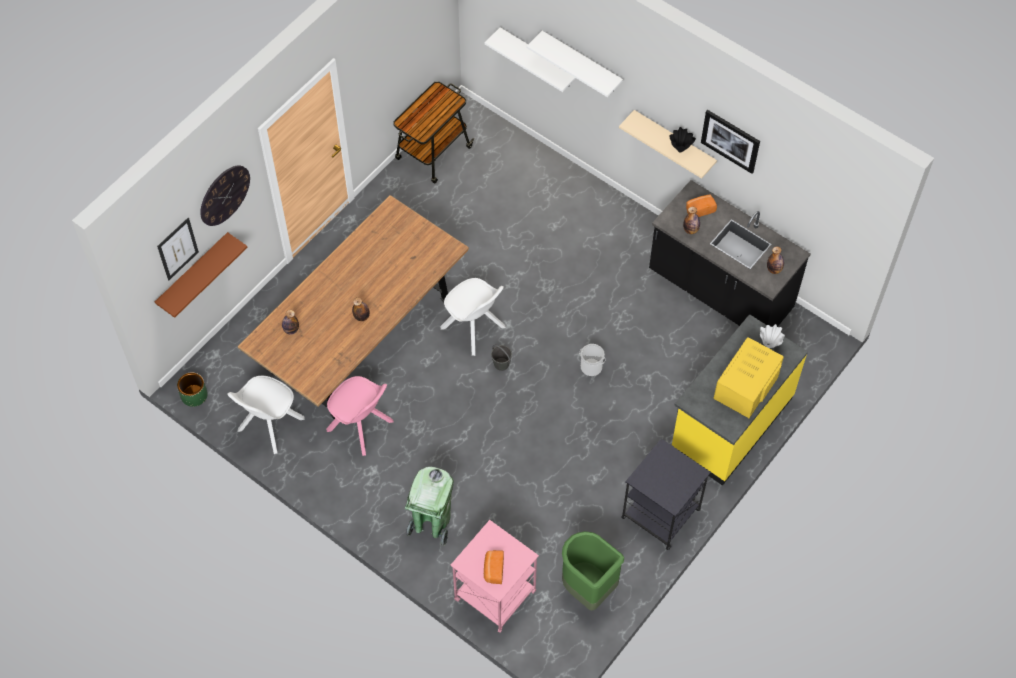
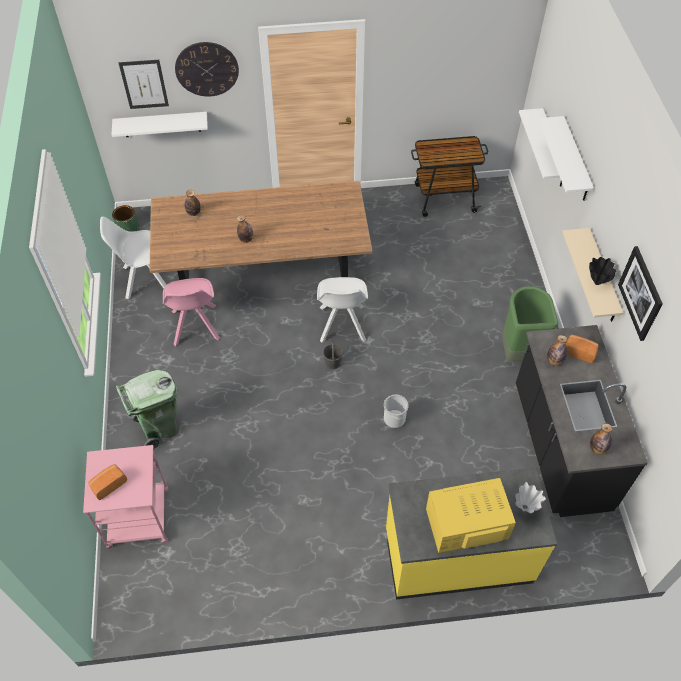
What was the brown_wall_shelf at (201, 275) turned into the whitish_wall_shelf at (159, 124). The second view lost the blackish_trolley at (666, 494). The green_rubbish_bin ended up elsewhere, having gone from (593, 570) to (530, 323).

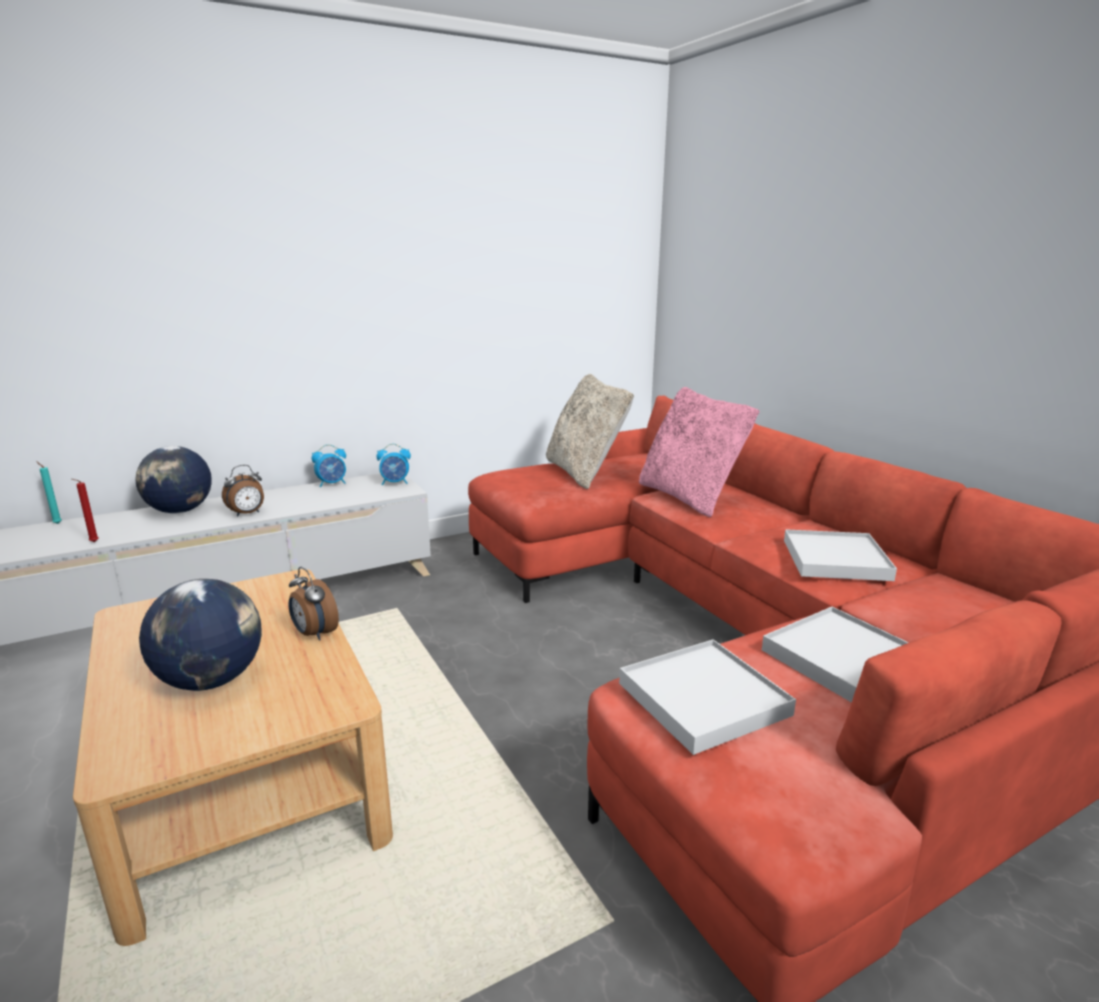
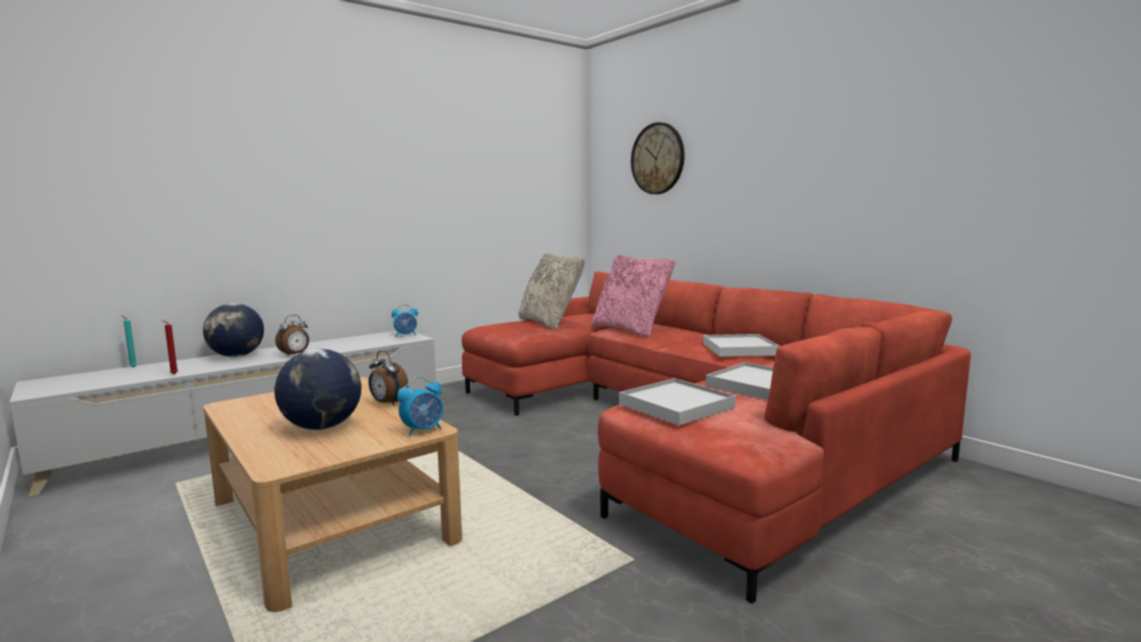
The alarm_clock ended up elsewhere, having gone from (328, 466) to (420, 406). The second view gained the clock_on_the_wall at (658, 158).

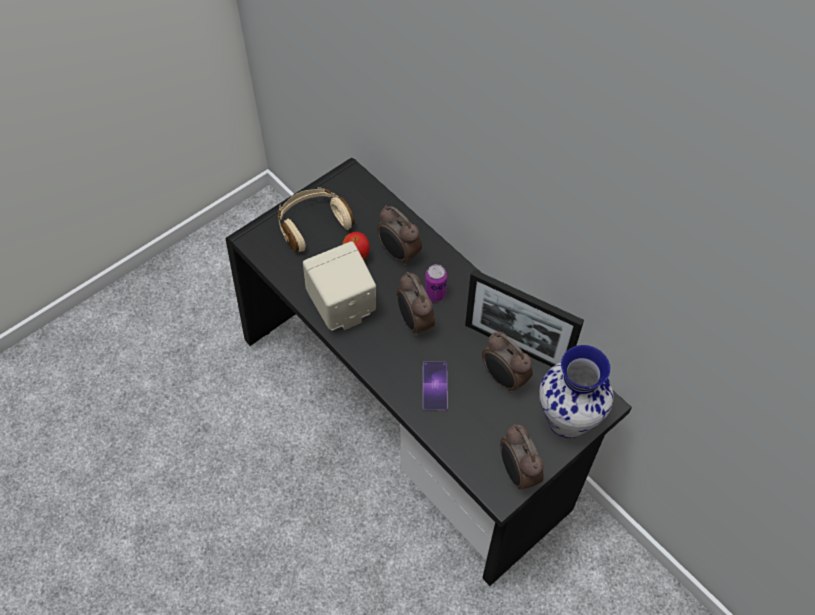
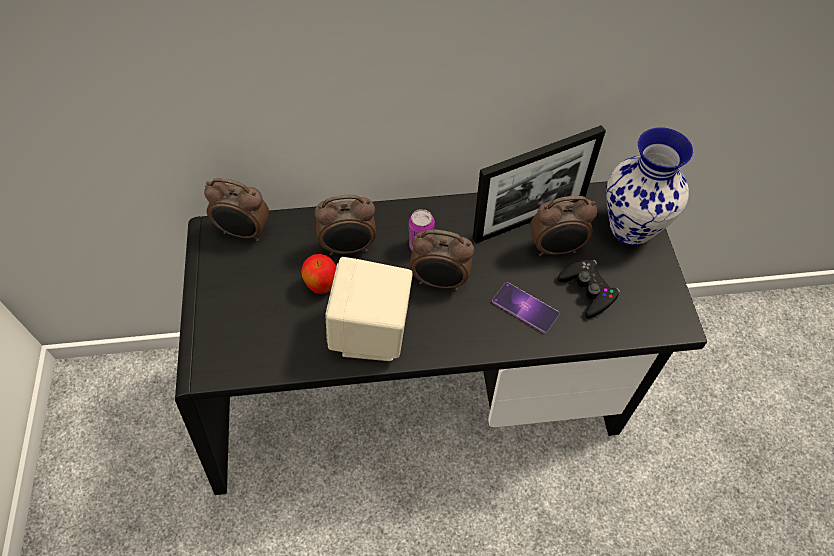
The second view lost the beige_pair_of_headphones at (316, 219). The alarm_clock ended up elsewhere, having gone from (522, 457) to (236, 209). The second view gained the blackish_gamepad at (589, 289).

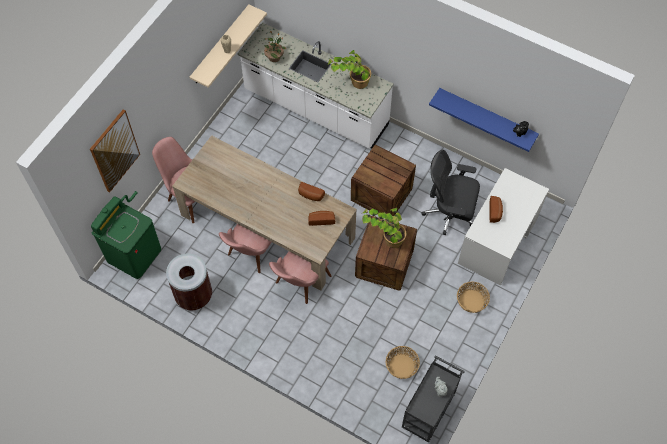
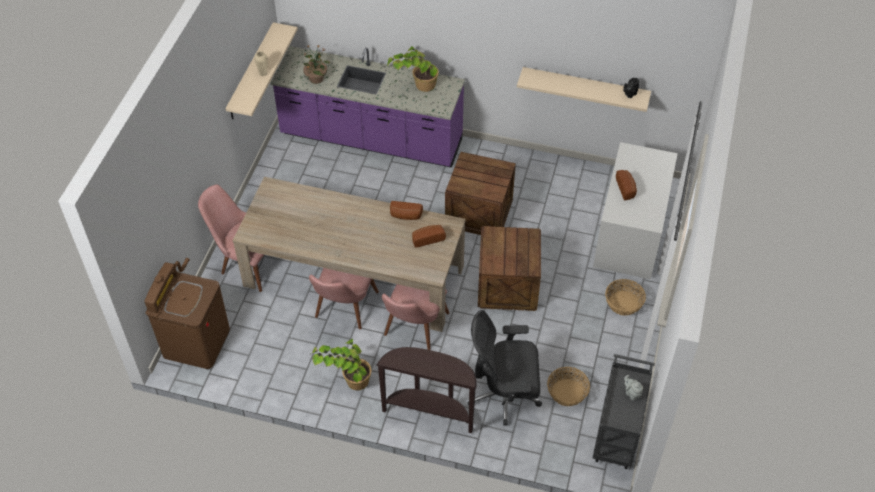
What was the whitish_kitchen_counter at (315, 85) turned into the purplish_kitchen_counter at (367, 107). What was the bluish_wall_shelf at (484, 120) turned into the beige_wall_shelf at (584, 89). The second view lost the picture at (115, 150). The desk_chair ended up elsewhere, having gone from (450, 192) to (505, 368). What was the green_washing_machine at (126, 235) turned into the brown_washing_machine at (187, 313). The houseplant ended up elsewhere, having gone from (384, 228) to (340, 364). The second view lost the brown_rubbish_bin at (189, 282). The second view gained the brown_console_table at (426, 390).

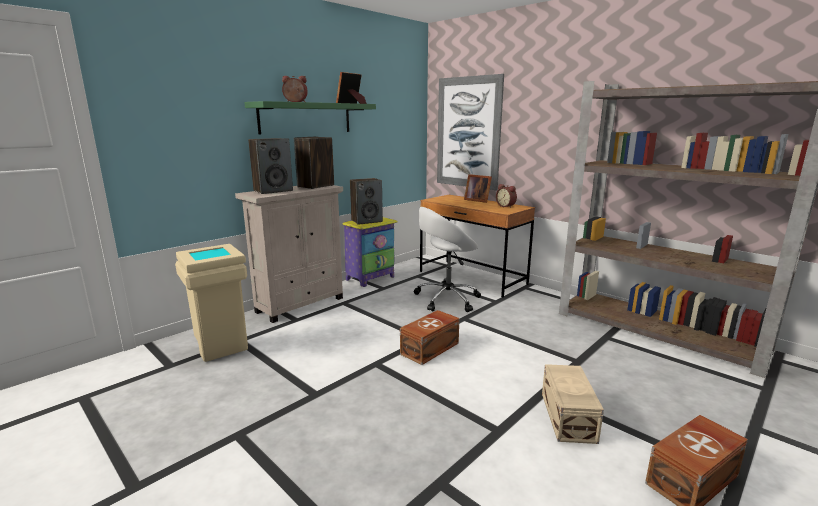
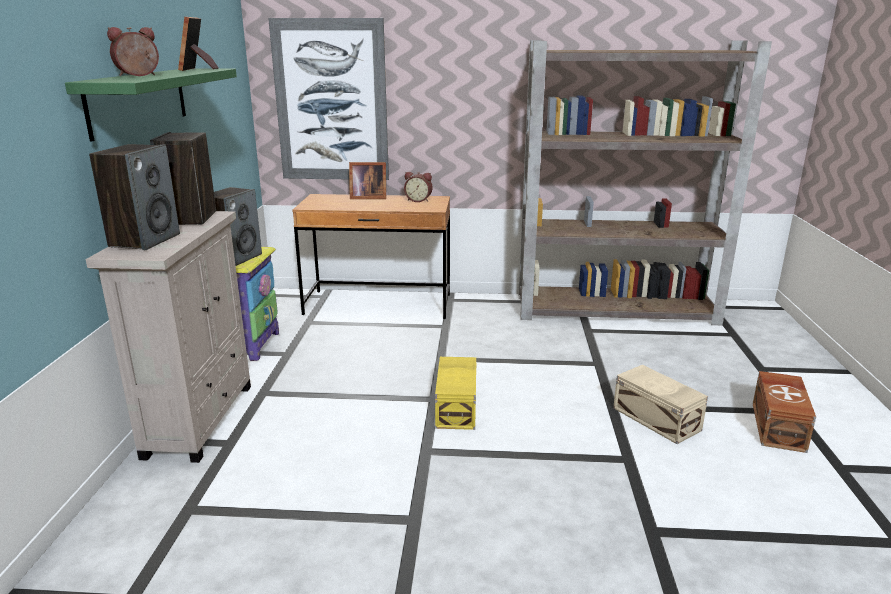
The second view lost the whitish_desk_chair at (447, 259). The second view lost the beige_rubbish_bin at (211, 303). What was the brown_storage_bin at (430, 337) turned into the yellow-coloured_storage_bin at (455, 393).

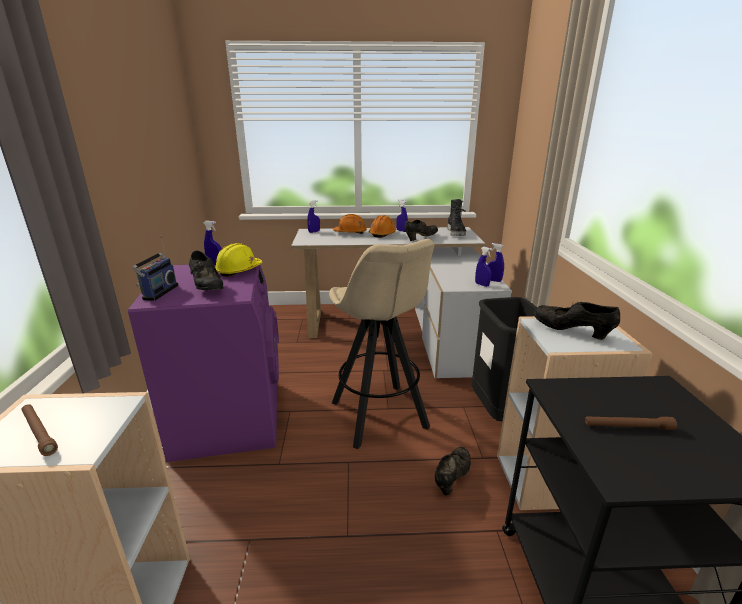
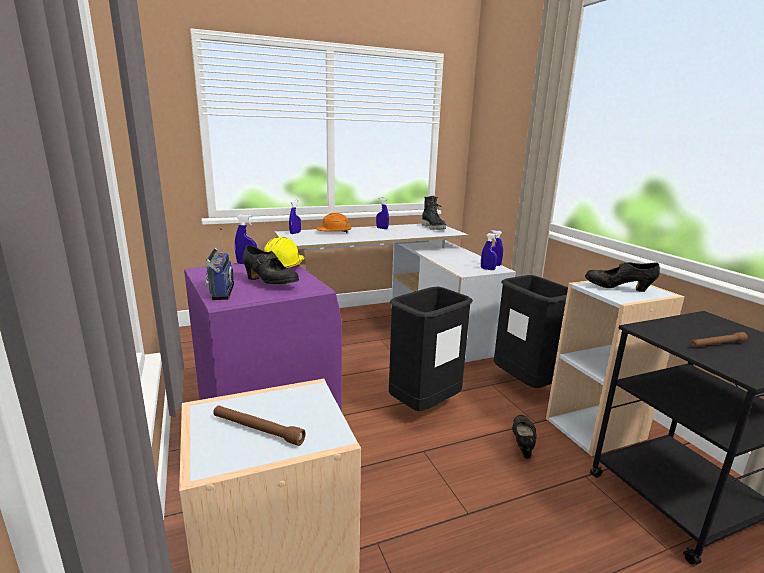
The second view lost the orange_safety_helmet at (382, 226). The second view lost the blackish_item_of_footwear at (421, 230). Where the beige_stool stood at (381, 344), the blackish_rubbish_bin came to stand at (431, 349).

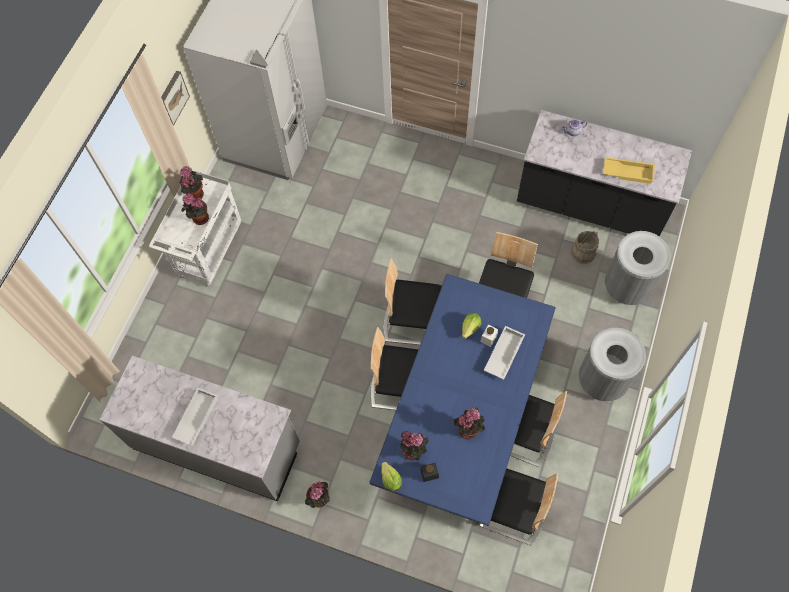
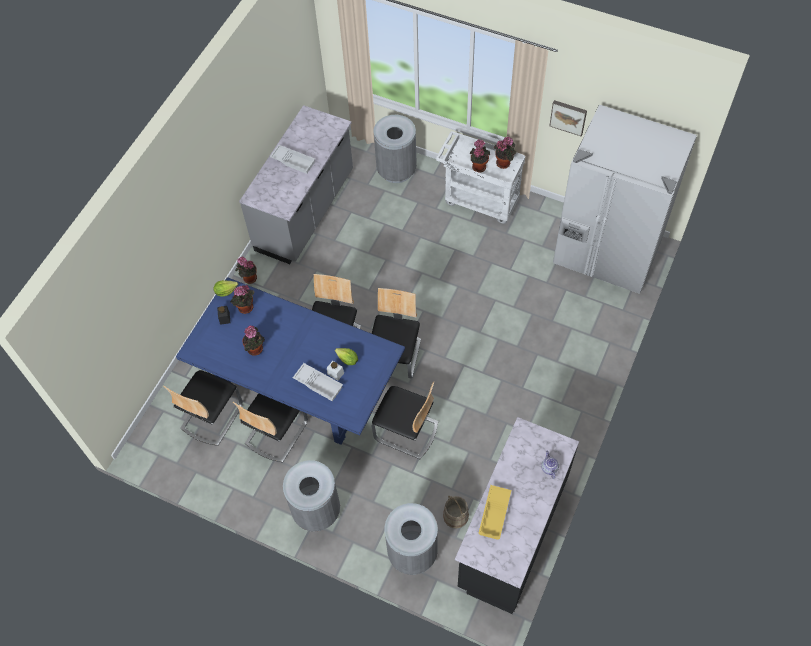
The second view gained the greyish_rubbish_bin at (395, 149).

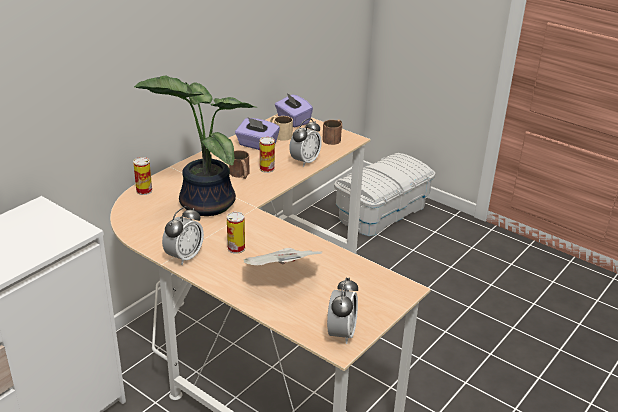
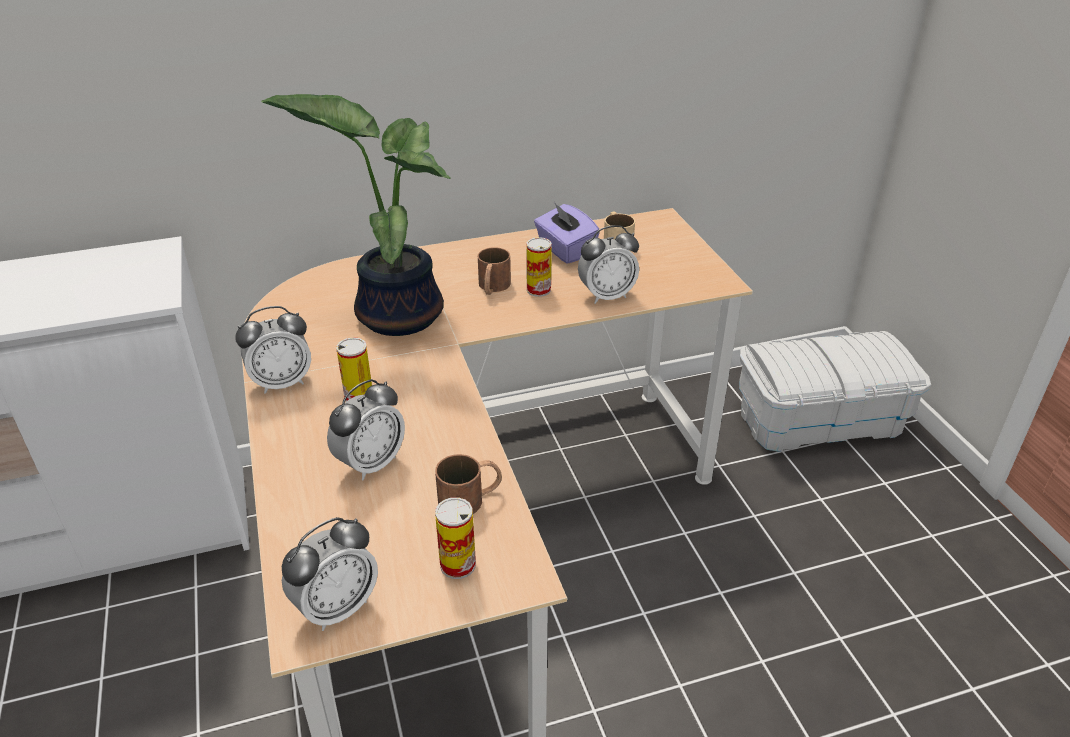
The second view lost the purplish_tissue_box at (294, 110). The brown_tea_mug ended up elsewhere, having gone from (332, 132) to (468, 484). The sealed_can ended up elsewhere, having gone from (142, 176) to (455, 538). Where the daily_paper stood at (283, 256), the alarm_clock came to stand at (366, 429).

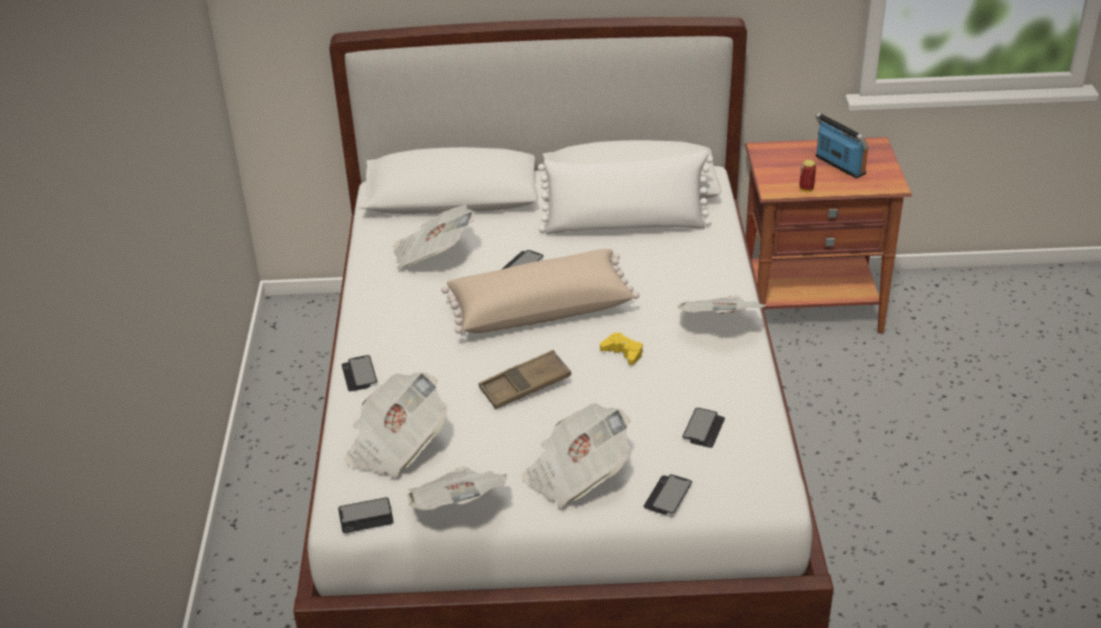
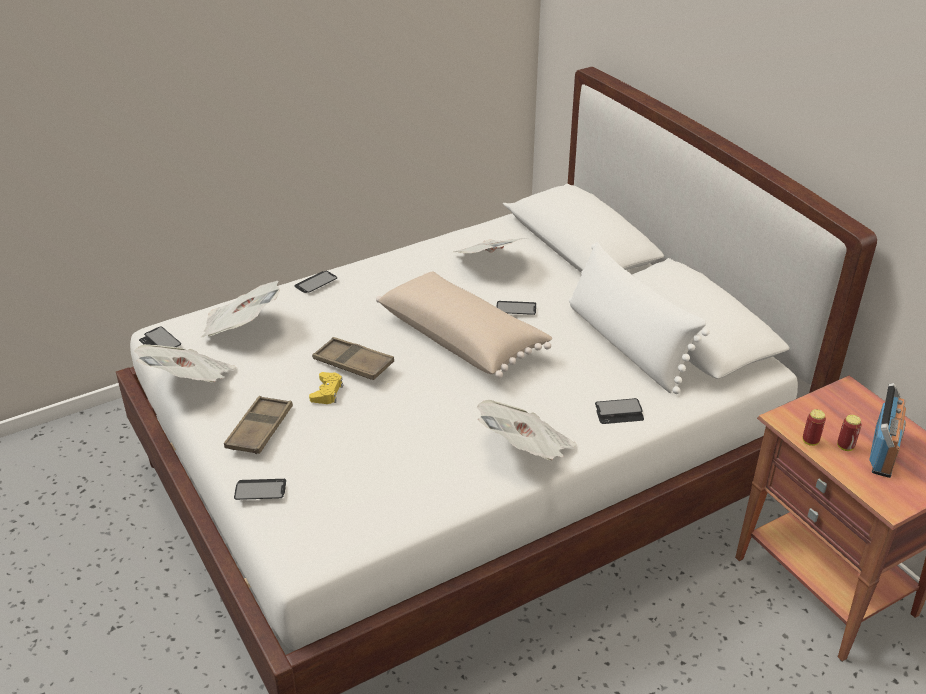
The yellow-coloured_gamepad ended up elsewhere, having gone from (621, 348) to (326, 388). Where the daily_paper stood at (576, 455), the brown_serving_tray came to stand at (258, 425). The phone ended up elsewhere, having gone from (703, 428) to (619, 411). The second view gained the sealed_can at (849, 433).

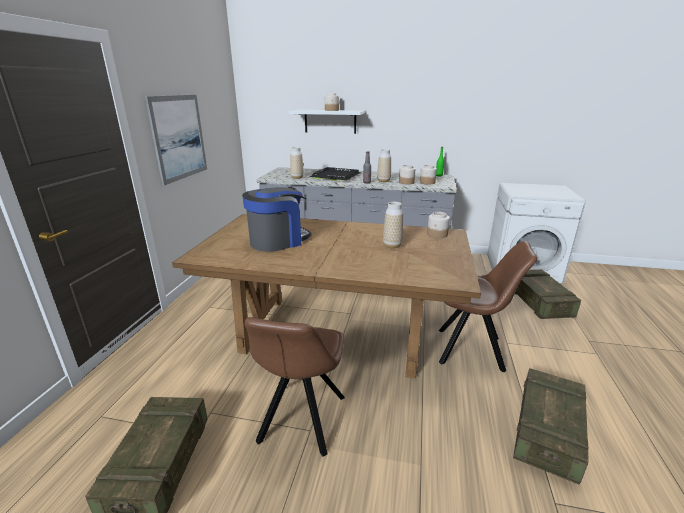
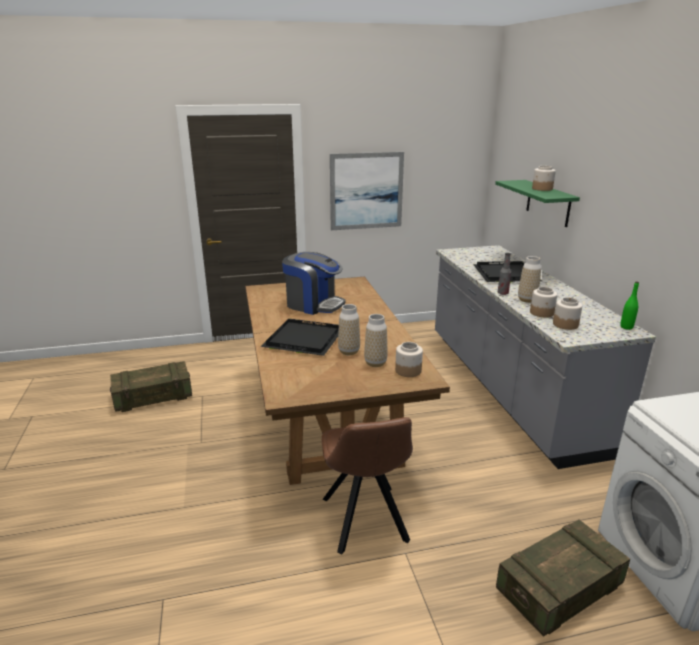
What was the whitish_wall_shelf at (327, 122) turned into the green_wall_shelf at (537, 203). The decorative_vase ended up elsewhere, having gone from (297, 163) to (375, 340). The second view lost the brown_plain_chair at (295, 387). The second view lost the crate at (551, 426). The second view gained the blackish_serving_tray at (299, 337).

